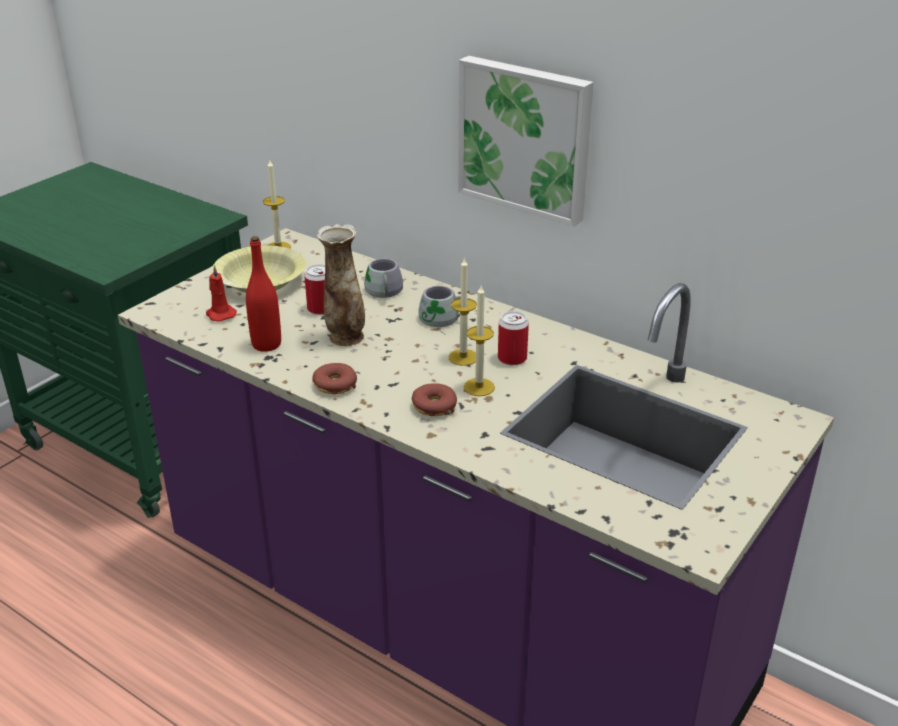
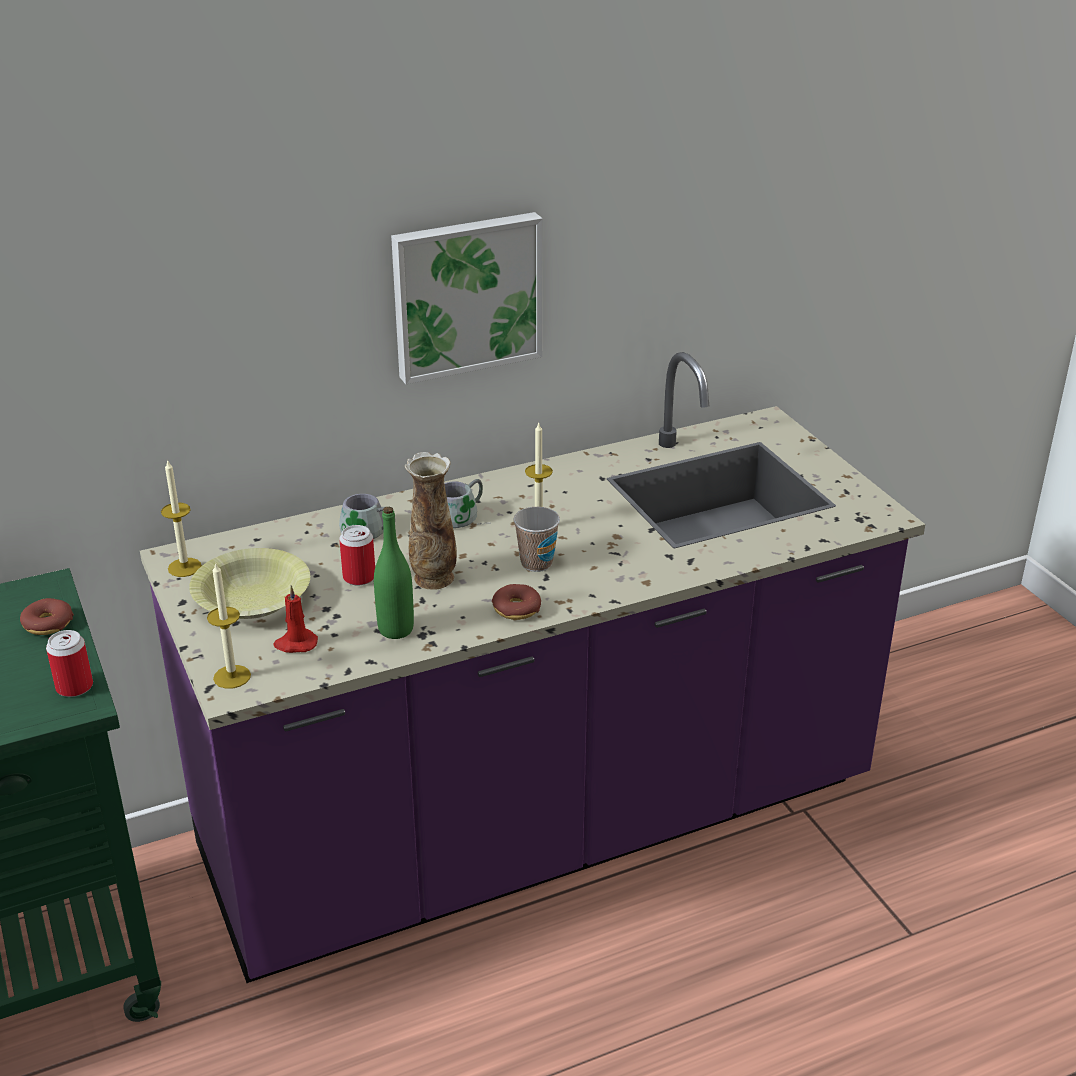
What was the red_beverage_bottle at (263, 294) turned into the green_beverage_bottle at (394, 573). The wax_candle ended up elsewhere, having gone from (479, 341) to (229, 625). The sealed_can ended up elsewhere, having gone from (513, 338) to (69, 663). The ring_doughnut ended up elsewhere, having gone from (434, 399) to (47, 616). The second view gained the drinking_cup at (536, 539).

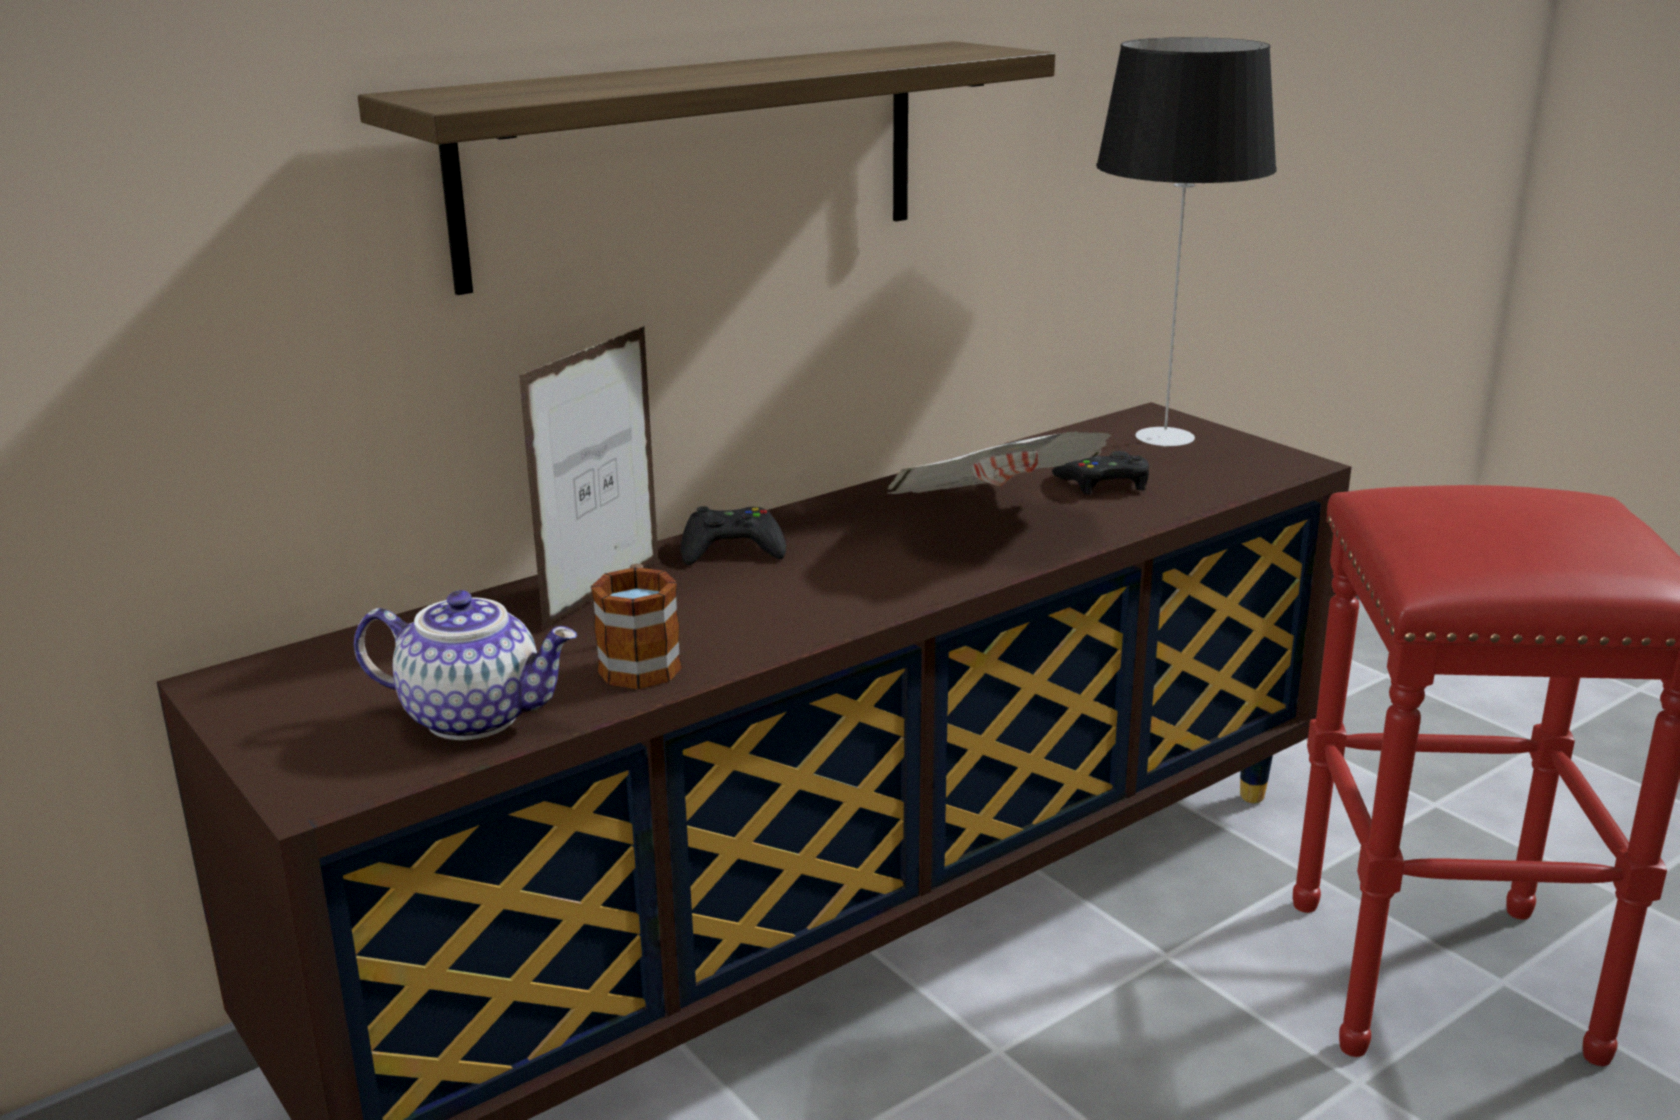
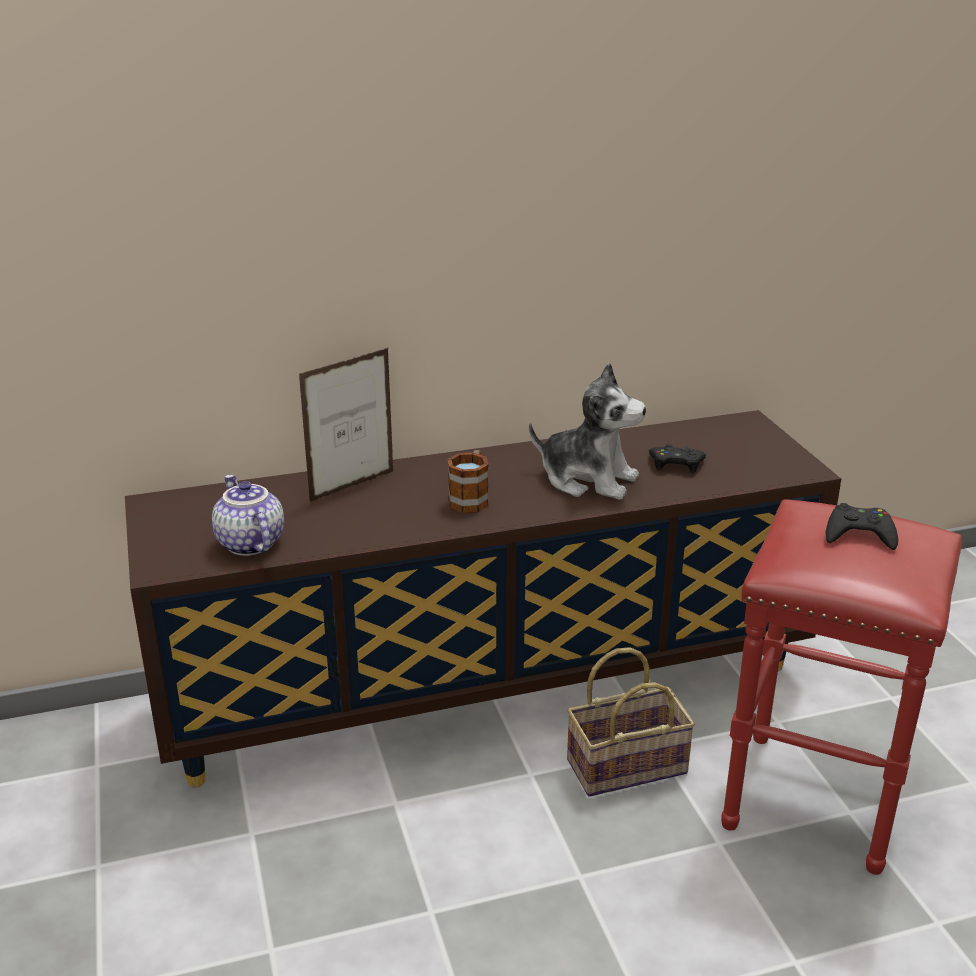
The second view lost the lamp_for_a_table at (1186, 242). The second view lost the wall_shelf at (706, 168). Where the daily_paper stood at (999, 462), the soft_toy came to stand at (587, 431). The blackish_gamepad ended up elsewhere, having gone from (733, 535) to (861, 526). The tea_mug ended up elsewhere, having gone from (636, 626) to (467, 481). The tea_pot at (465, 665) ended up facing another way, 150 degrees counterclockwise from before. The second view gained the basket at (631, 721).

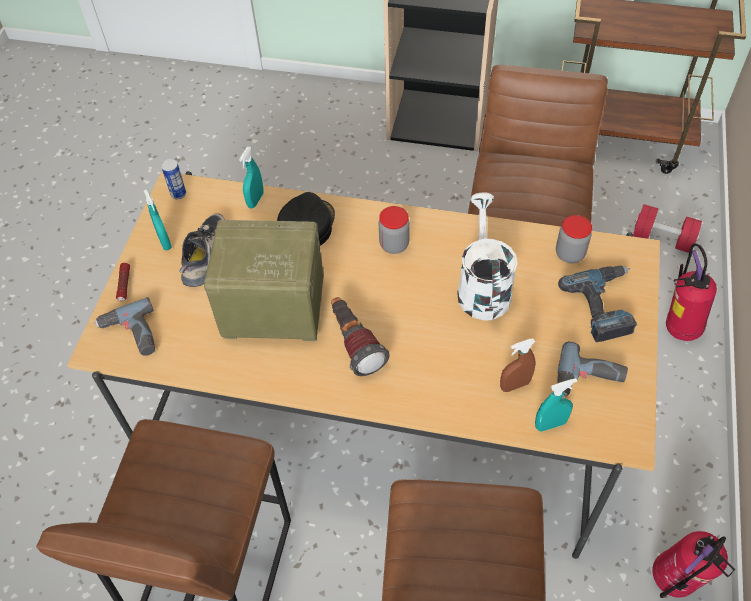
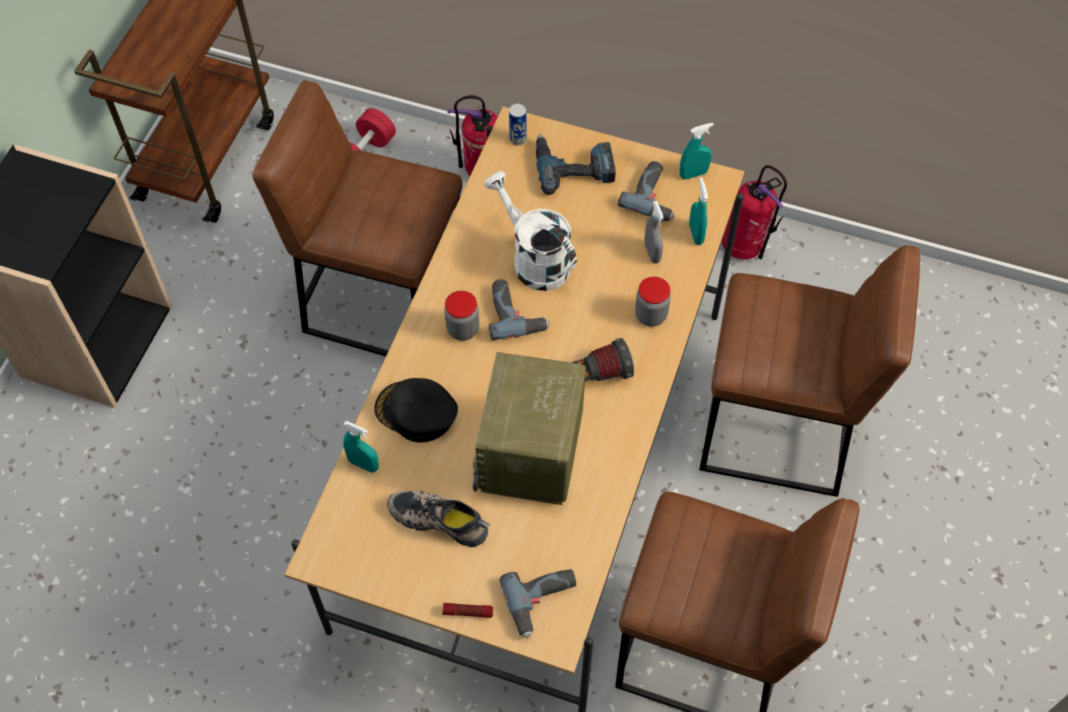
The sealed_can ended up elsewhere, having gone from (173, 179) to (518, 124). The blue-green_sprayer ended up elsewhere, having gone from (158, 219) to (696, 151). The whitish_sprinkling_can at (487, 257) ended up facing another way, 45 degrees clockwise from before. The jar ended up elsewhere, having gone from (574, 239) to (653, 302). What was the brown_sprayer at (518, 365) turned into the greyish_sprayer at (654, 232). The second view gained the electric_drill at (519, 309).

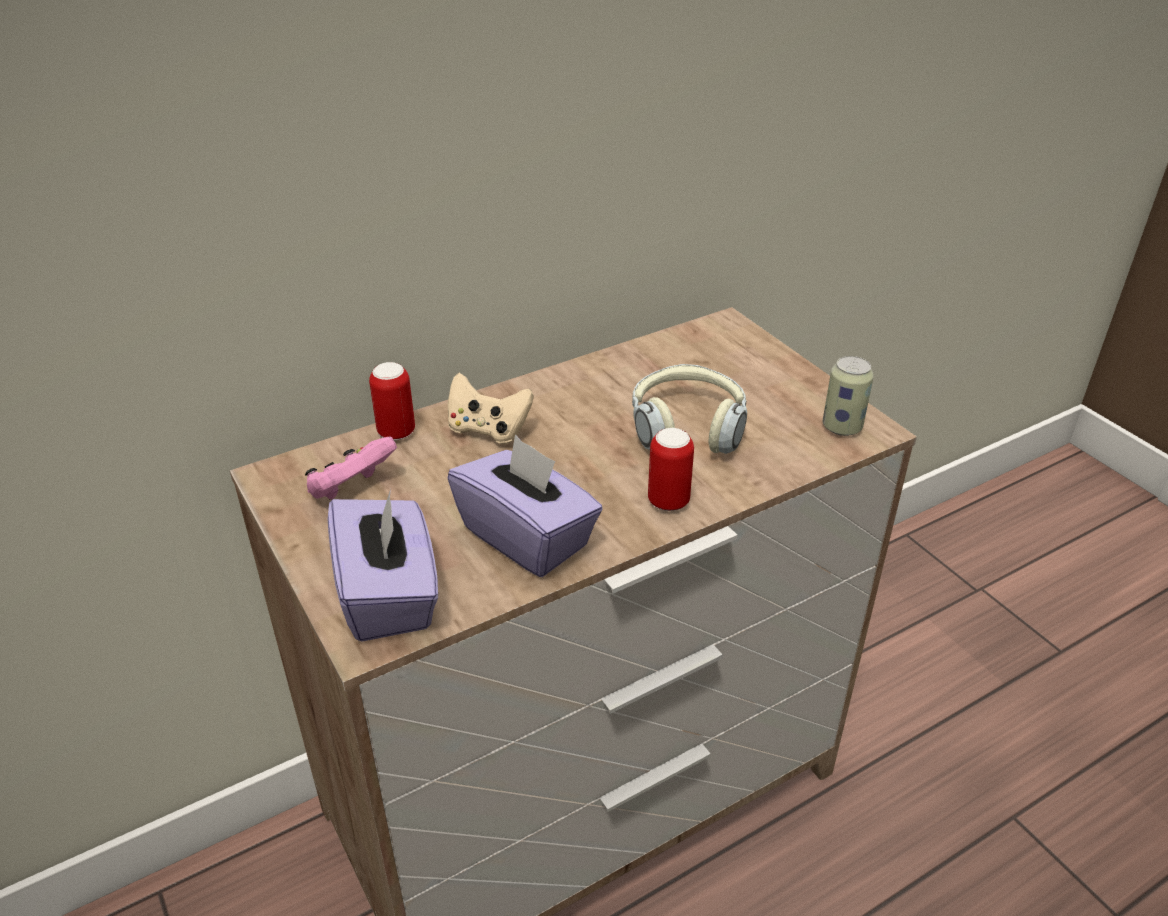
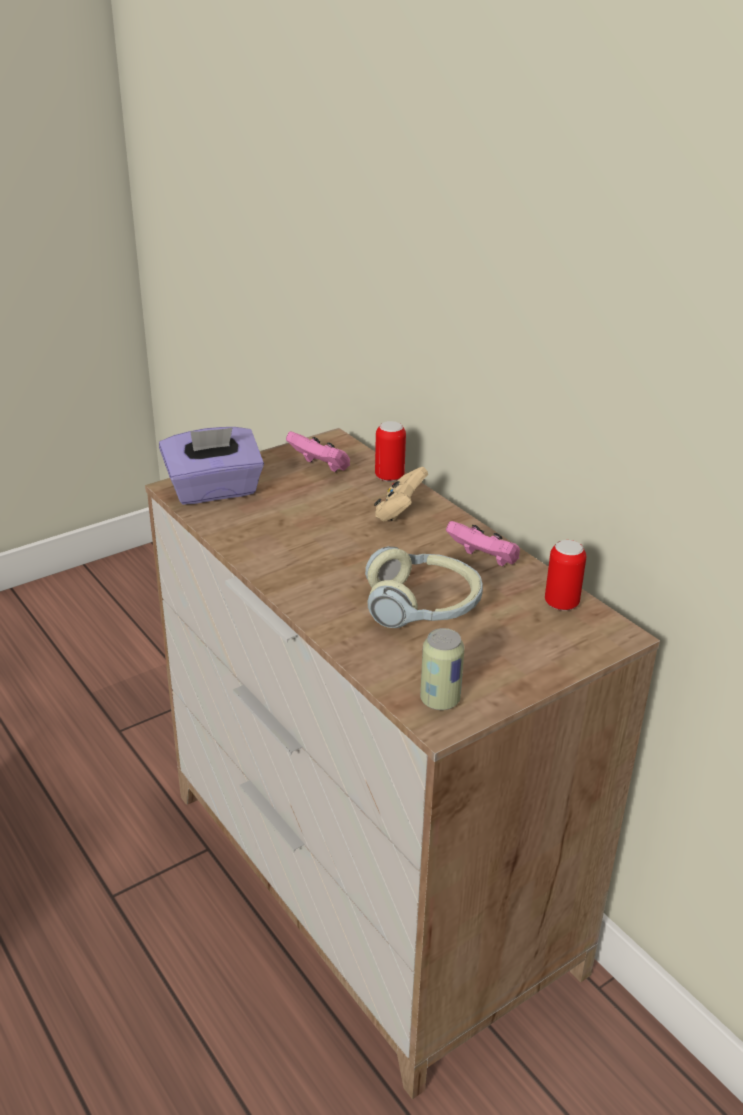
The sealed_can ended up elsewhere, having gone from (671, 469) to (565, 575). The second view lost the purplish_tissue_box at (525, 505). The second view gained the pink_gamepad at (483, 543).

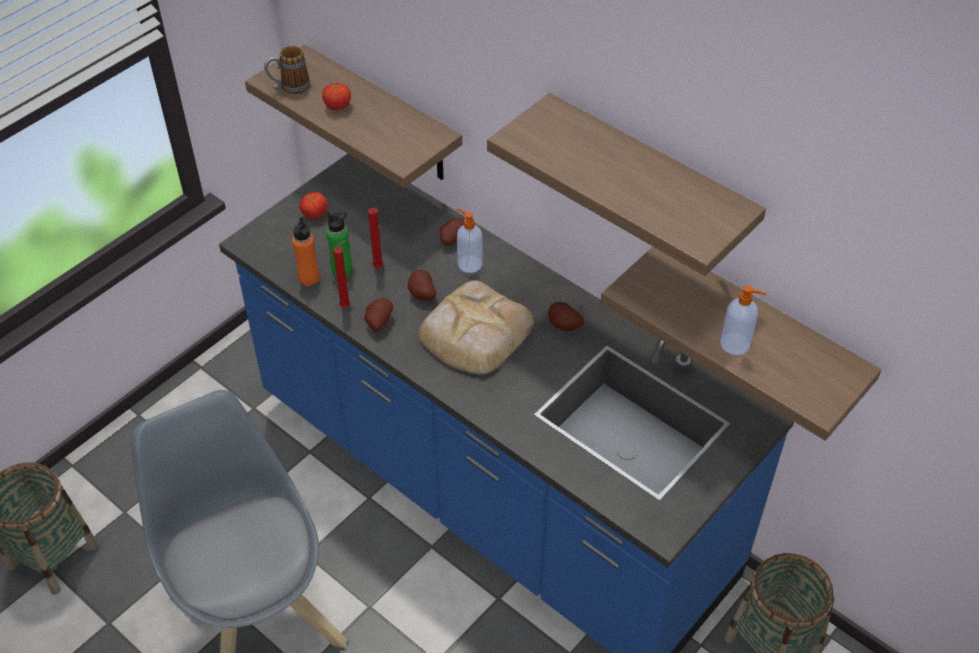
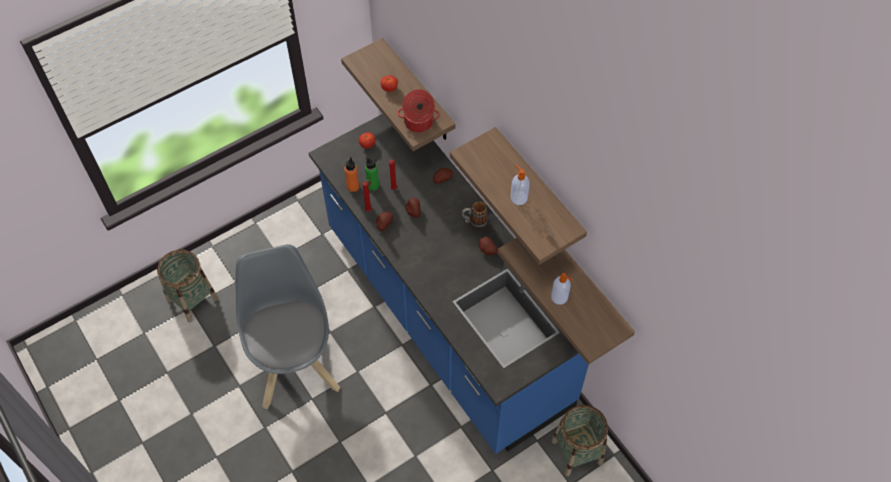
The tea_mug ended up elsewhere, having gone from (287, 69) to (475, 214). The liquid_soap_bottle ended up elsewhere, having gone from (470, 240) to (520, 184). The second view lost the bakery_bread at (476, 327). The second view gained the cooking_pot at (418, 110).

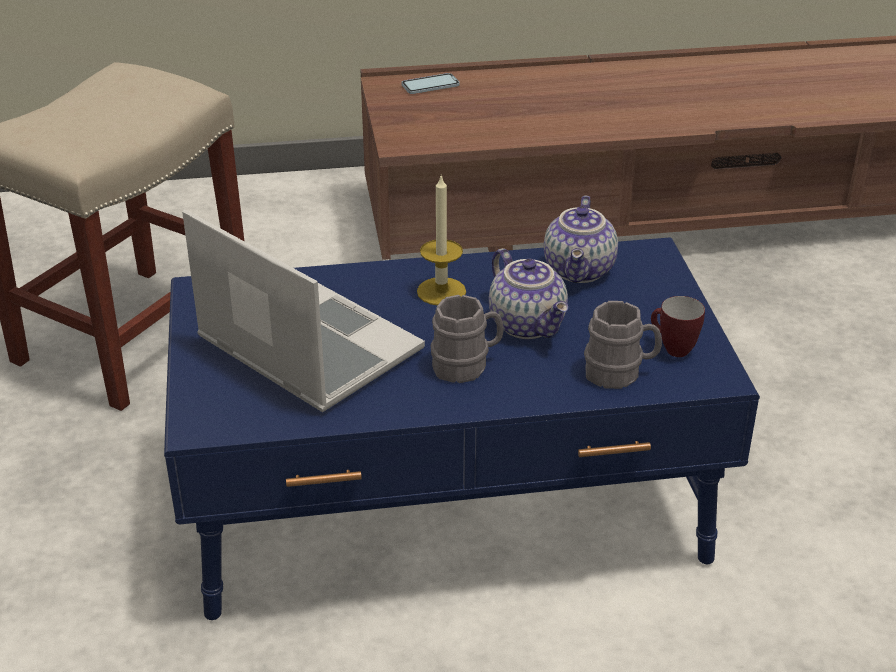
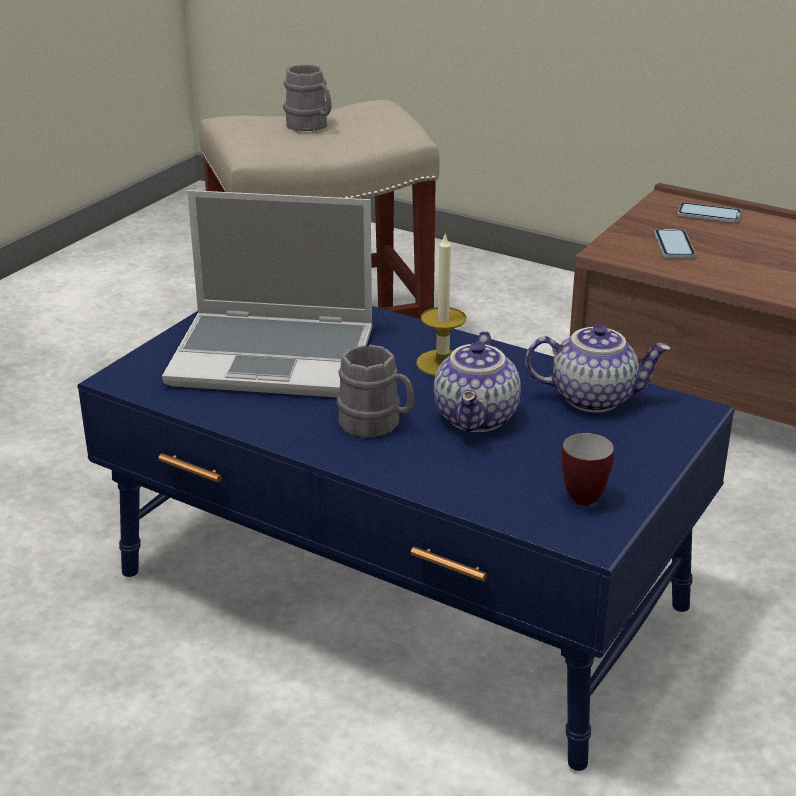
The tea_pot at (581, 239) ended up facing another way, 135 degrees counterclockwise from before. The laptop at (303, 310) ended up facing another way, 105 degrees clockwise from before. The greyish_tea_mug ended up elsewhere, having gone from (623, 345) to (307, 98). The second view gained the phone at (675, 243).

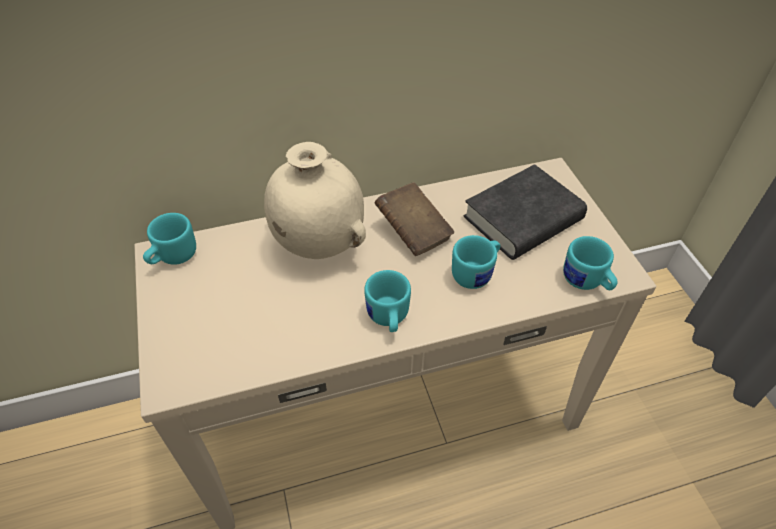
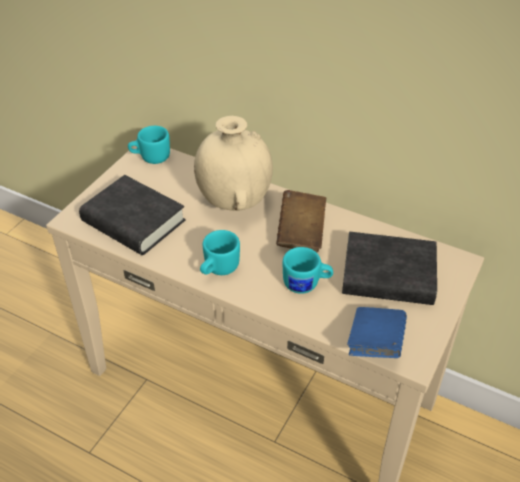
Where the blue-green_tea_mug stood at (590, 263), the bluish_volume came to stand at (377, 332). The second view gained the blackish_volume at (132, 215).

